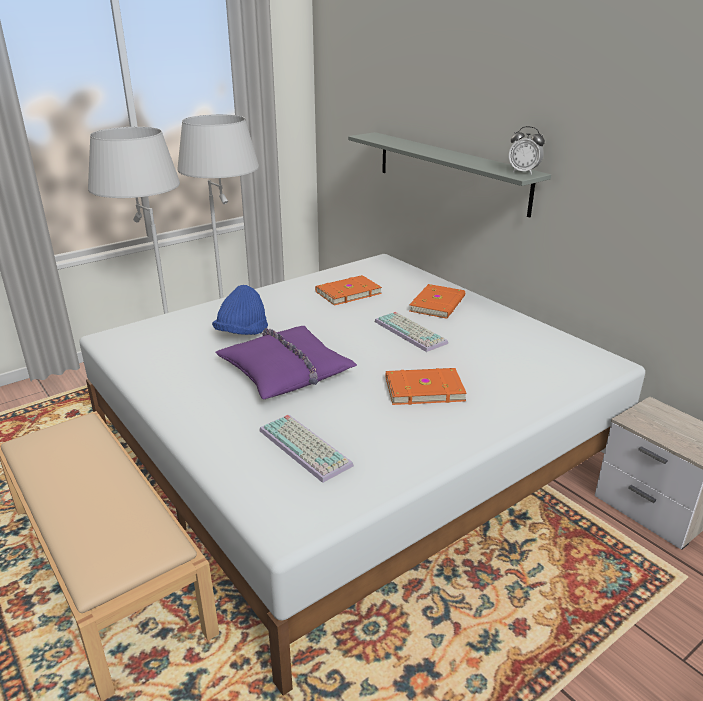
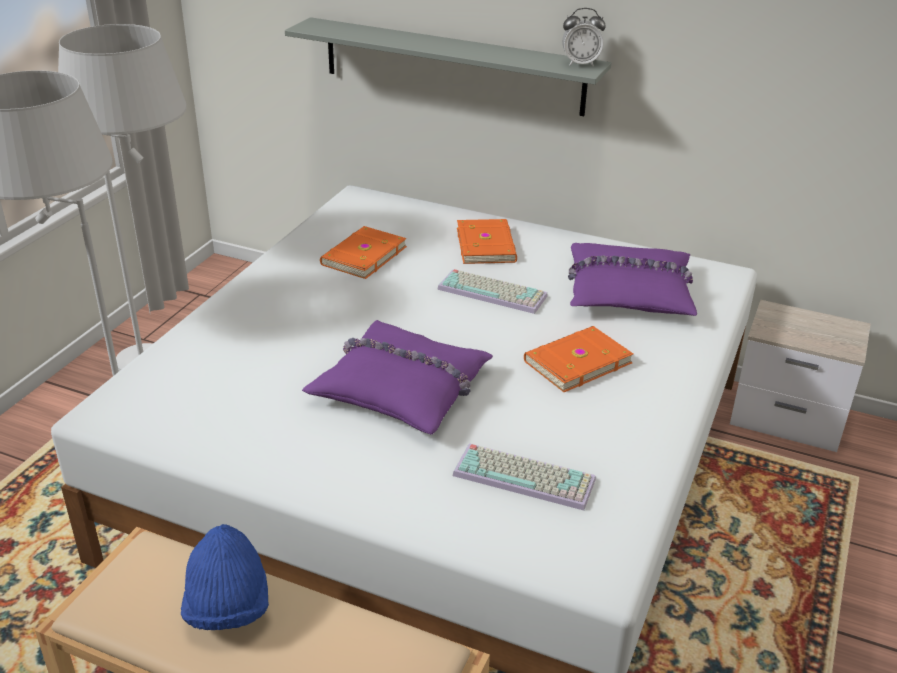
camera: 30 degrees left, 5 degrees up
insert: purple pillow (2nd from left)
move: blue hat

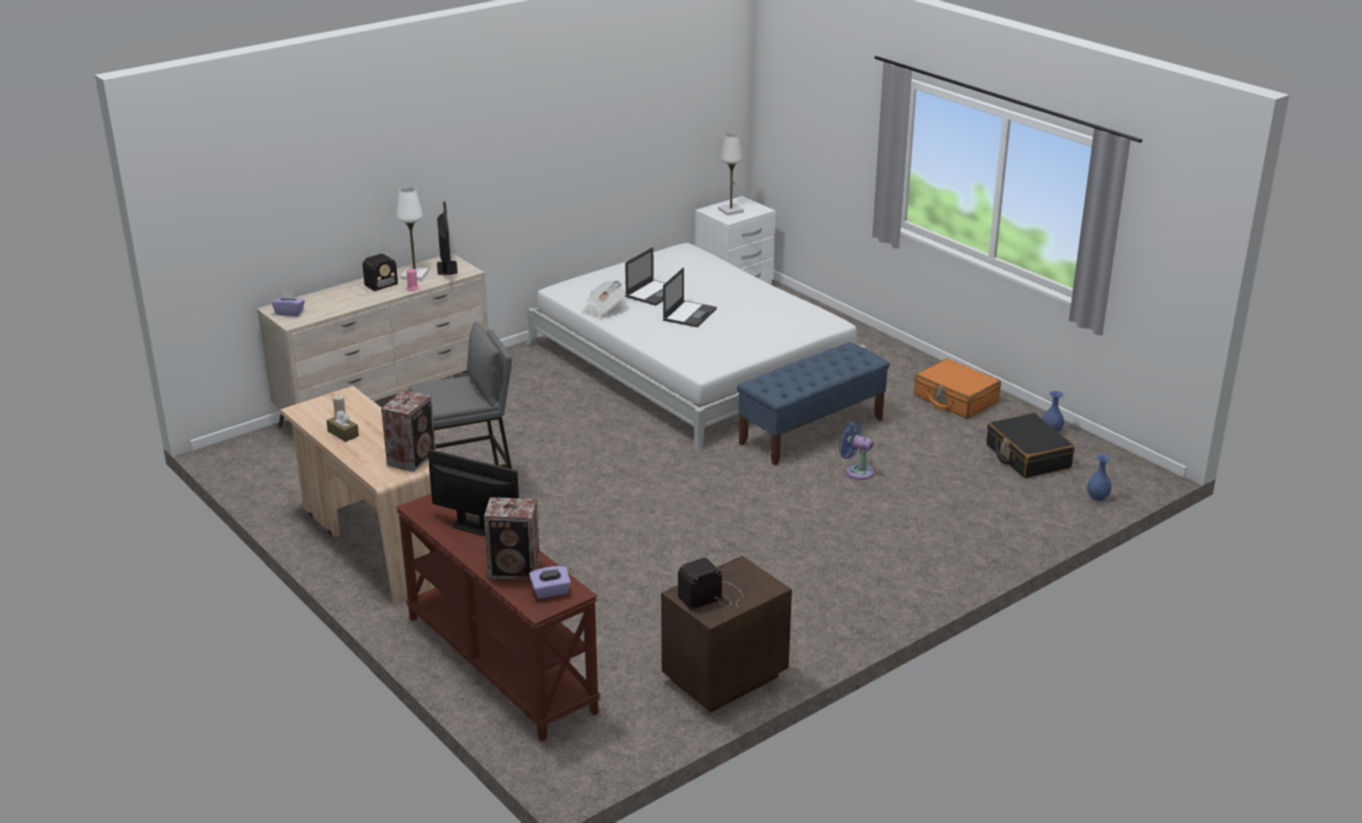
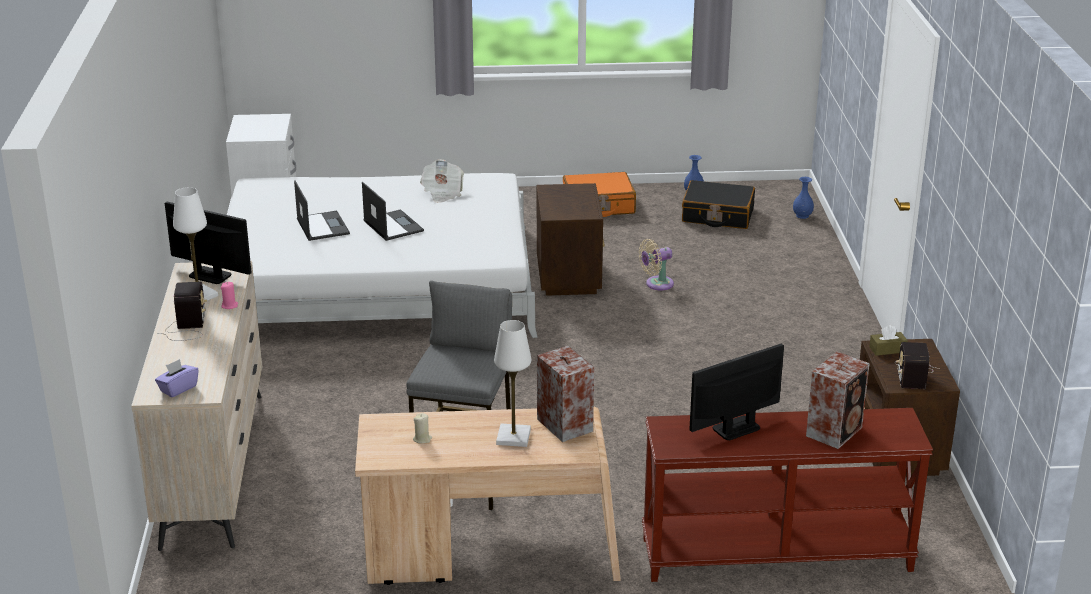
camera: 55 degrees left, 0 degrees up
delete: purple tissue box (2nd from left)
move: white table lamp (2nd from left); newspaper; brown tissue box
replace: blue bench to brown nightstand (1st from left)
recolor: blue fan to beige fan

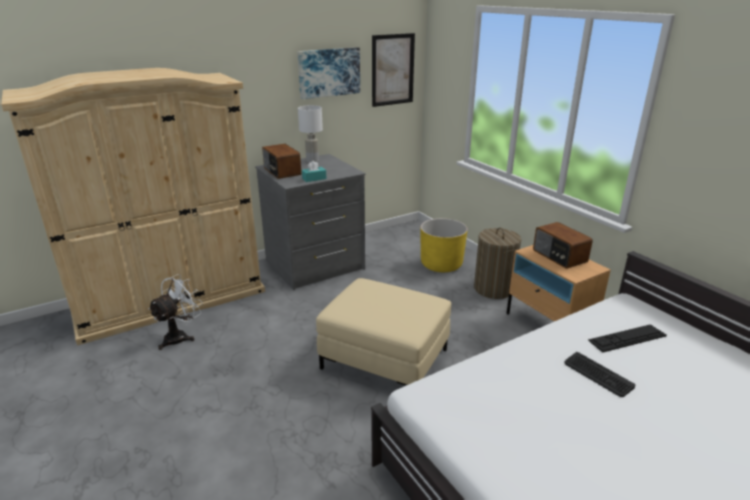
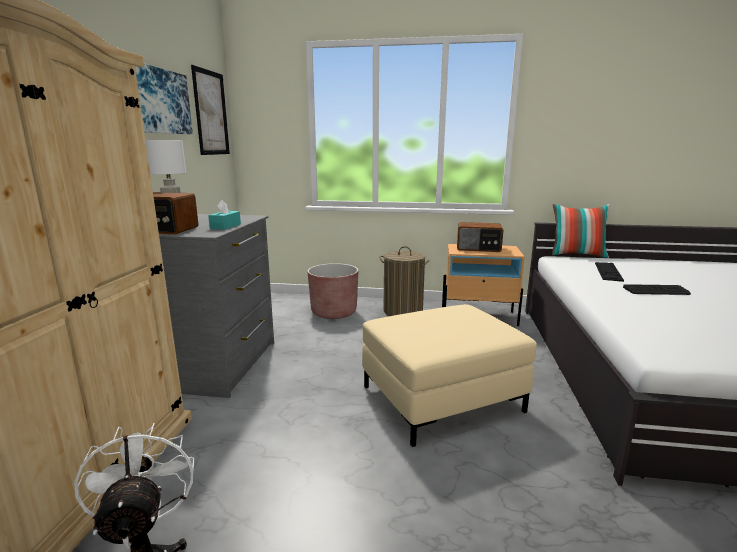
camera: 50 degrees left, 10 degrees down
insert: pillow
recolor: yellow planter to brown planter

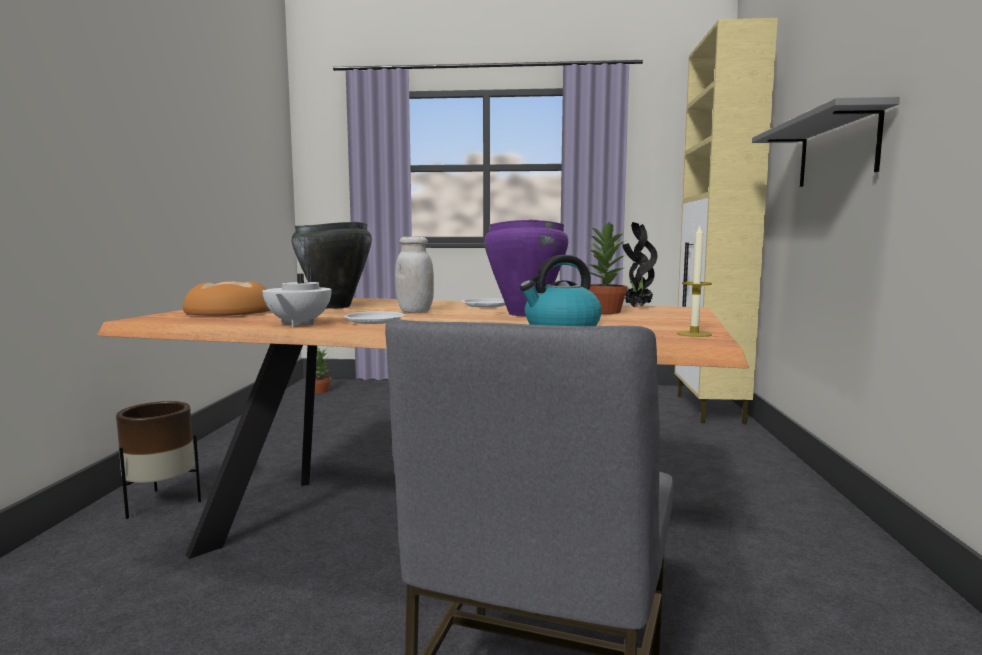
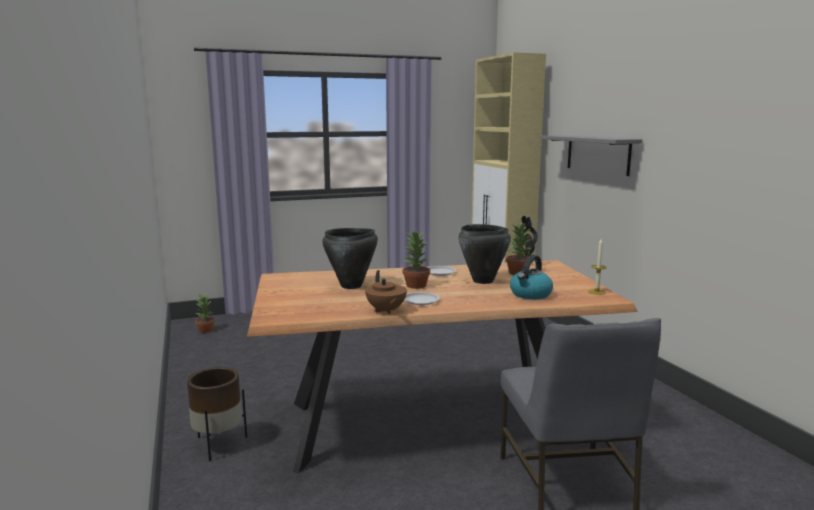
camera: 25 degrees left, 5 degrees up
delete: bread
replace: white jar to potted plant (2nd from left)
recolor: purple cooking pot to black cooking pot (2nd from left); white teapot to brown teapot

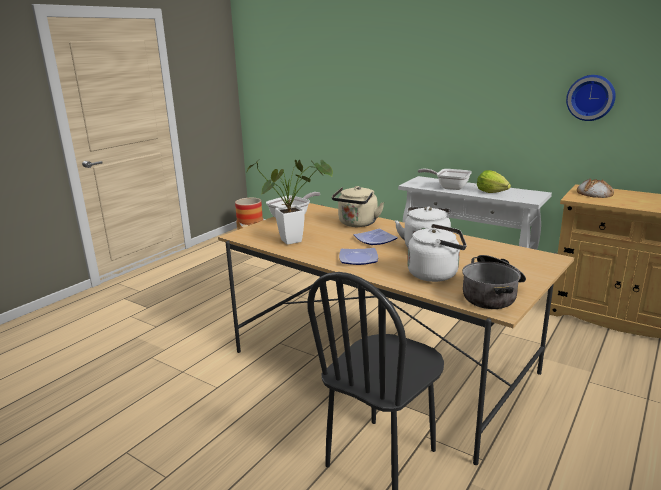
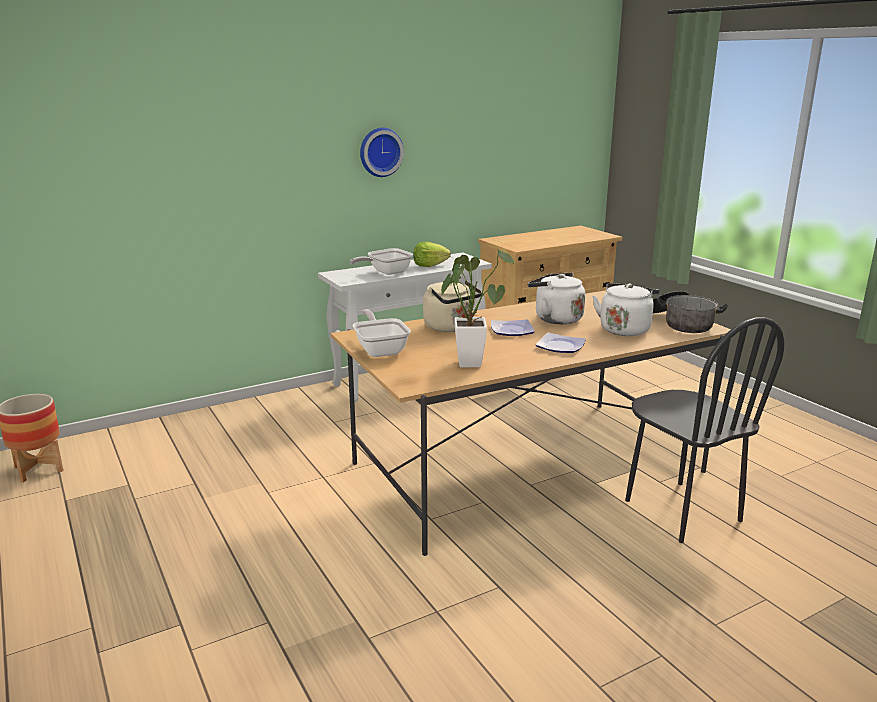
camera: 65 degrees left, 0 degrees up
delete: bread
move: wall clock

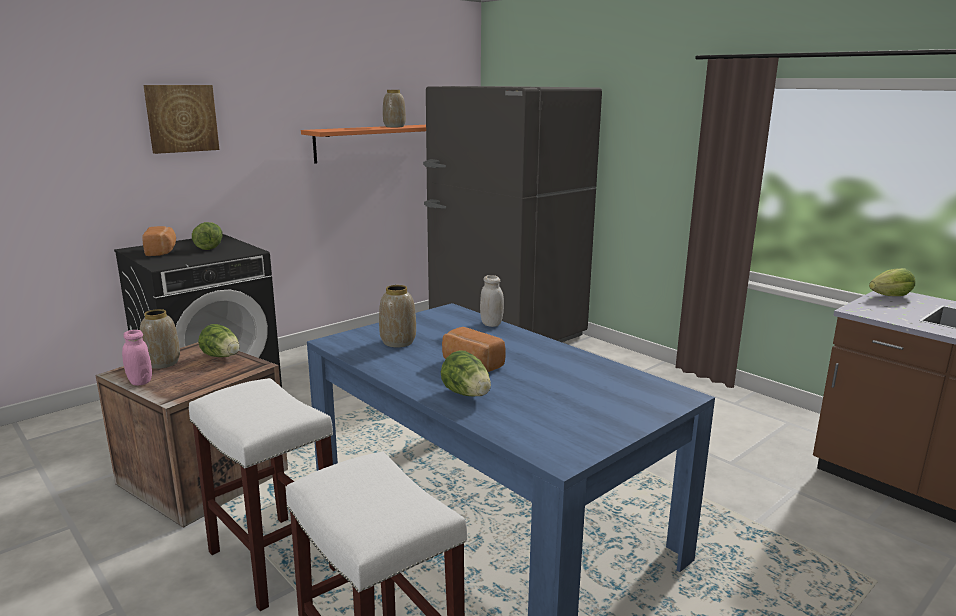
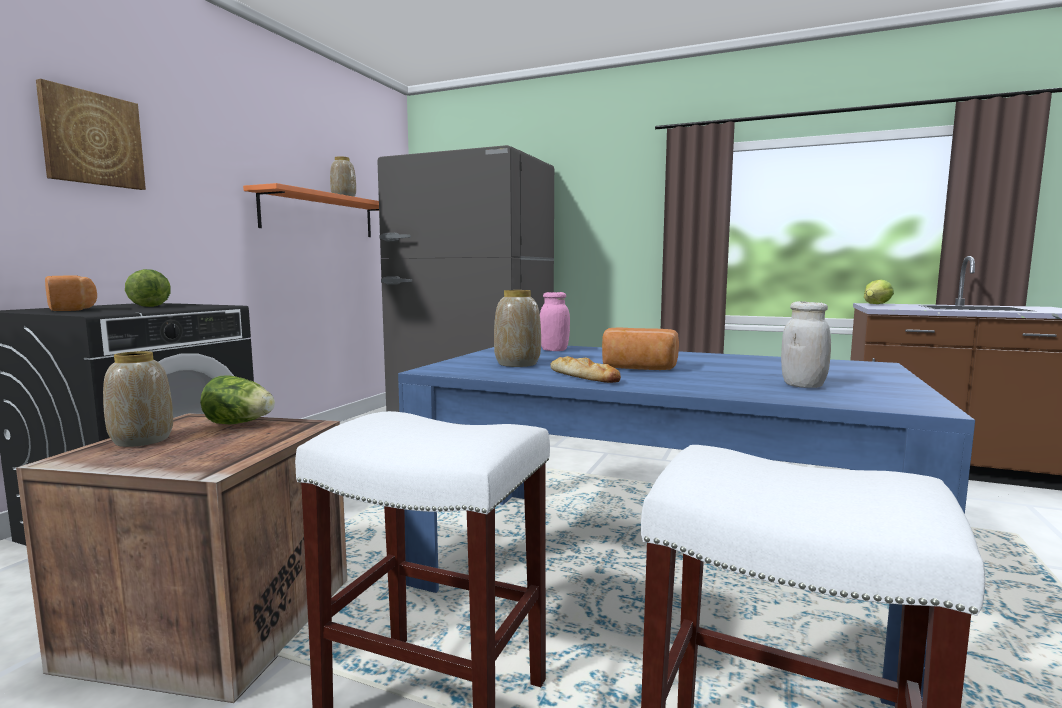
camera: 25 degrees left, 10 degrees down
delete: lettuce (3rd from left)
insert: bread (2nd from left)
move: white jar; pink jar

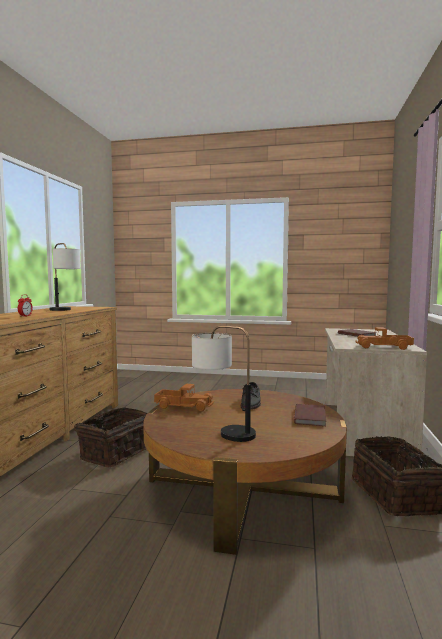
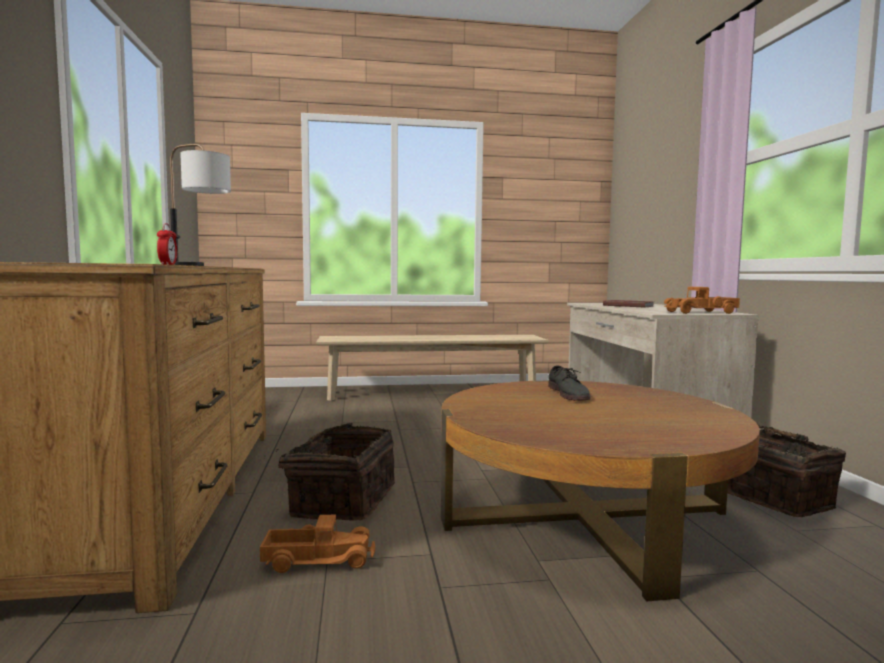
camera: 20 degrees left, 0 degrees up
delete: table lamp (2nd from left); brown book (1st from left)
insert: beige bench
move: toy truck (1st from left)

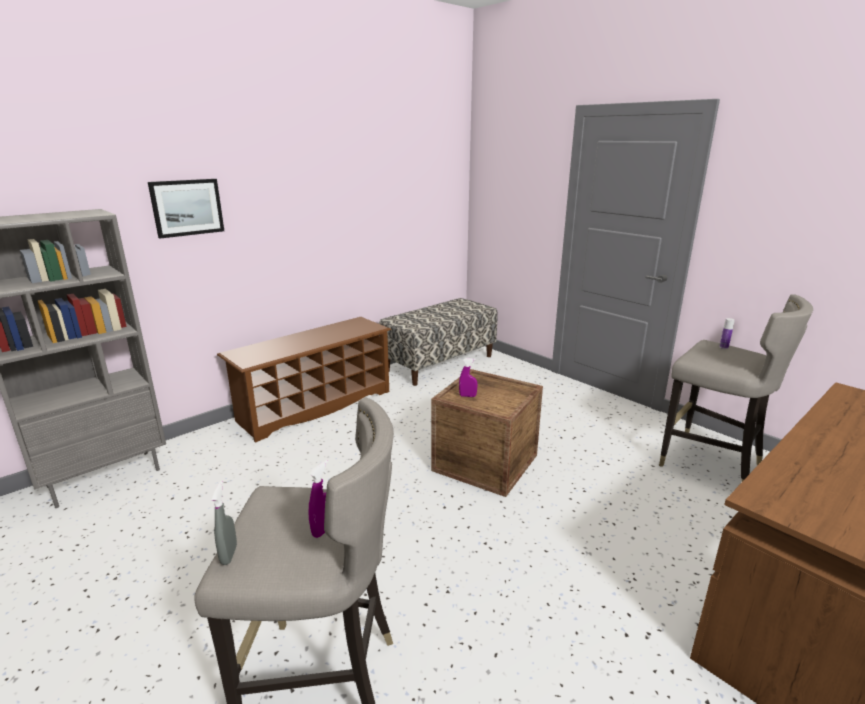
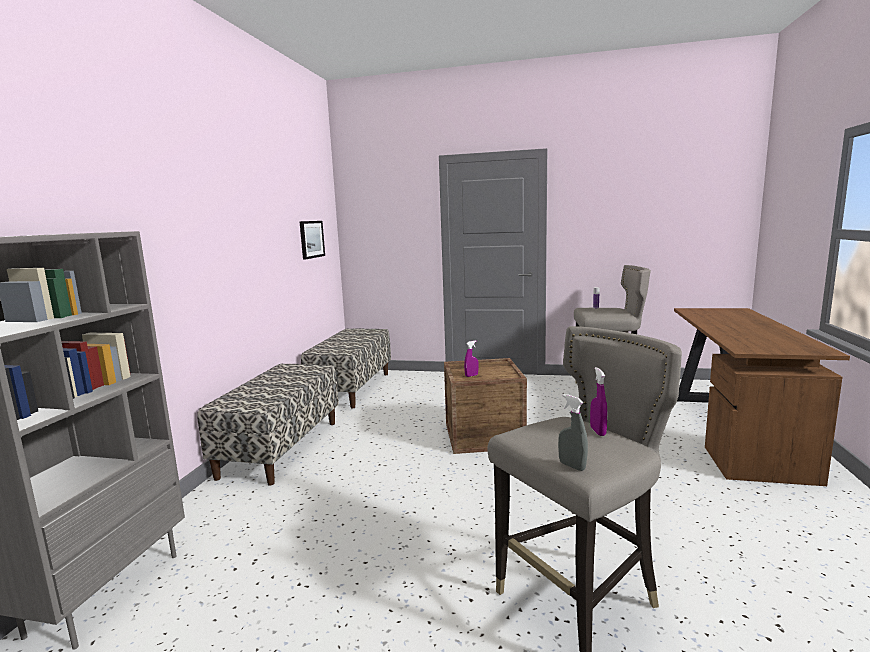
camera: 35 degrees left, 10 degrees down
move: picture
replace: brown shoe rack to bench (1st from left)

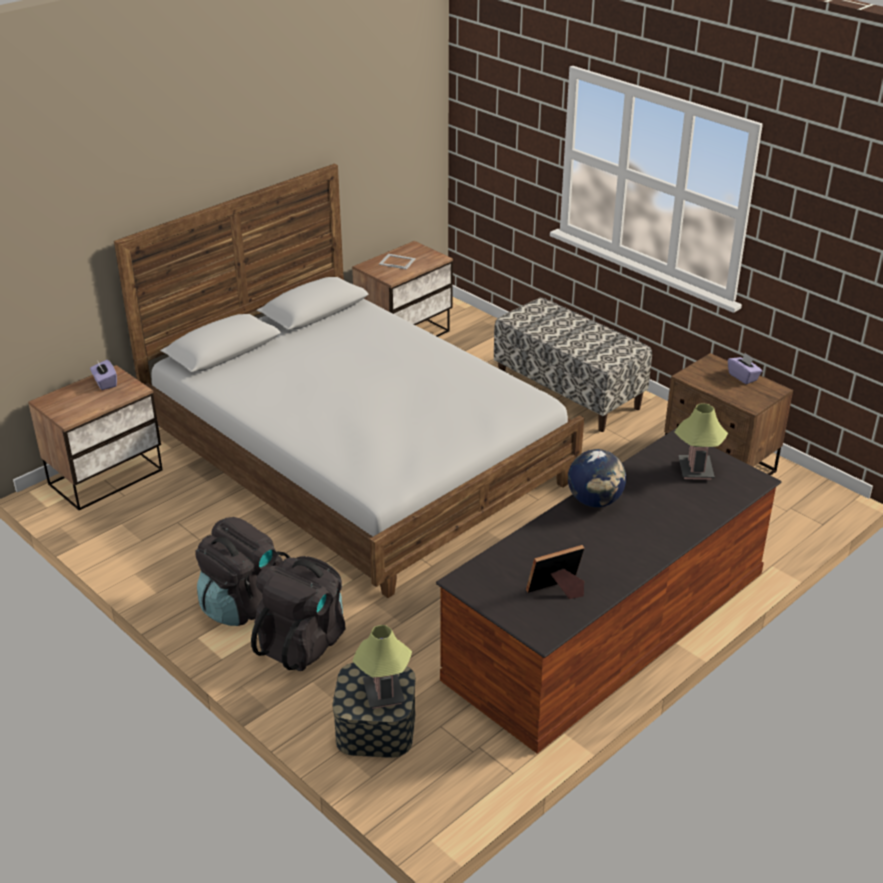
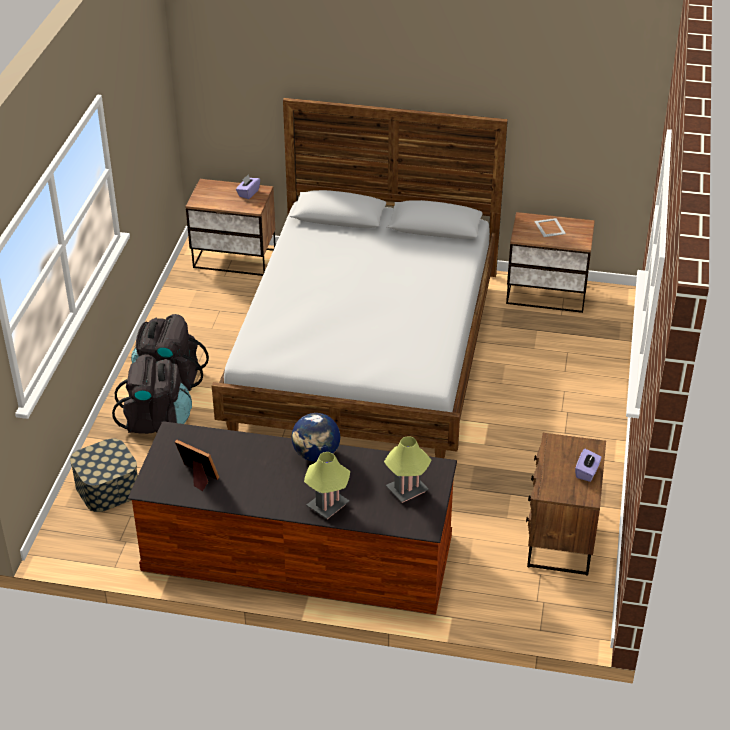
camera: 55 degrees right, 5 degrees up
delete: bench
move: table lamp (1st from left)

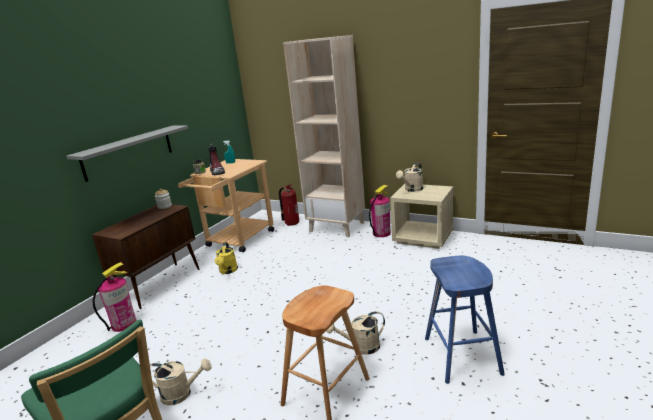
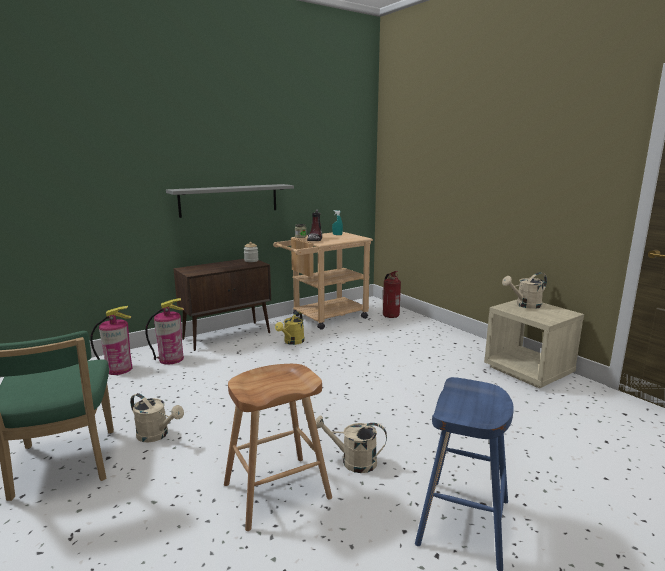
camera: 25 degrees right, 5 degrees down
delete: beige bookcase
move: fire extinguisher (3rd from left in the first image) to fire extinguisher (1st from left)

